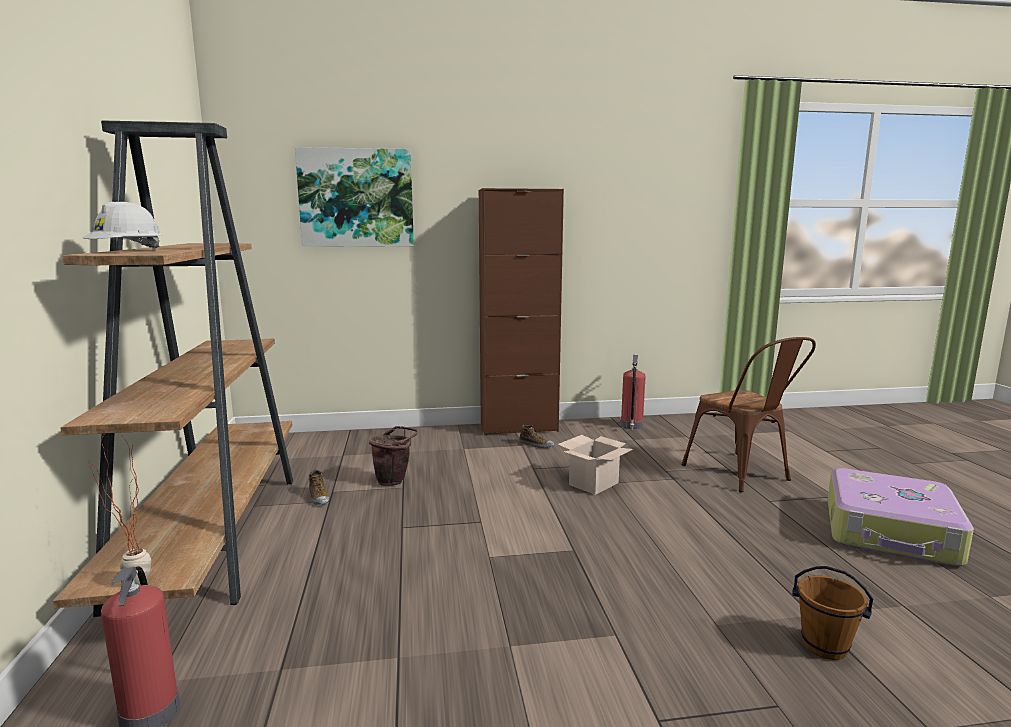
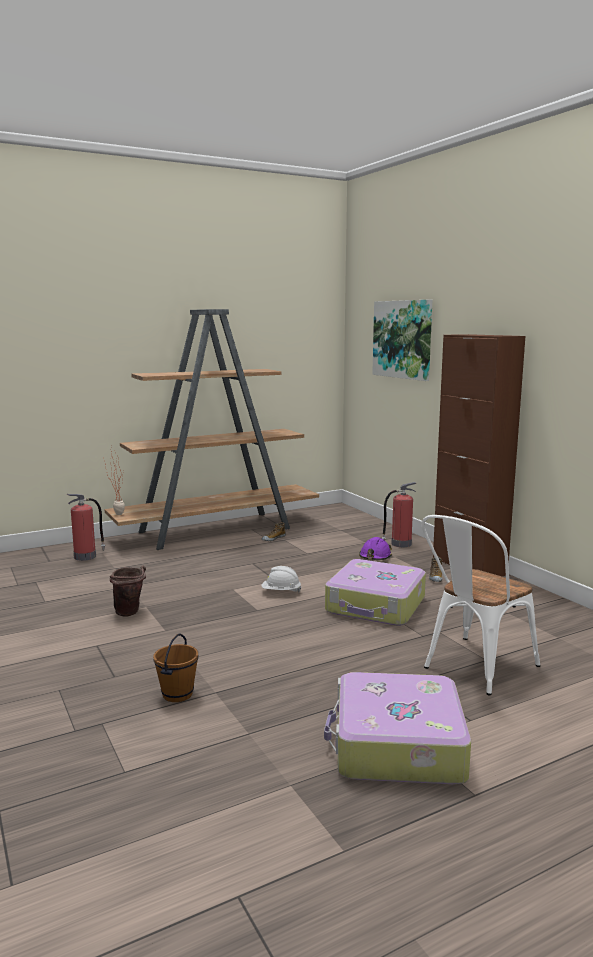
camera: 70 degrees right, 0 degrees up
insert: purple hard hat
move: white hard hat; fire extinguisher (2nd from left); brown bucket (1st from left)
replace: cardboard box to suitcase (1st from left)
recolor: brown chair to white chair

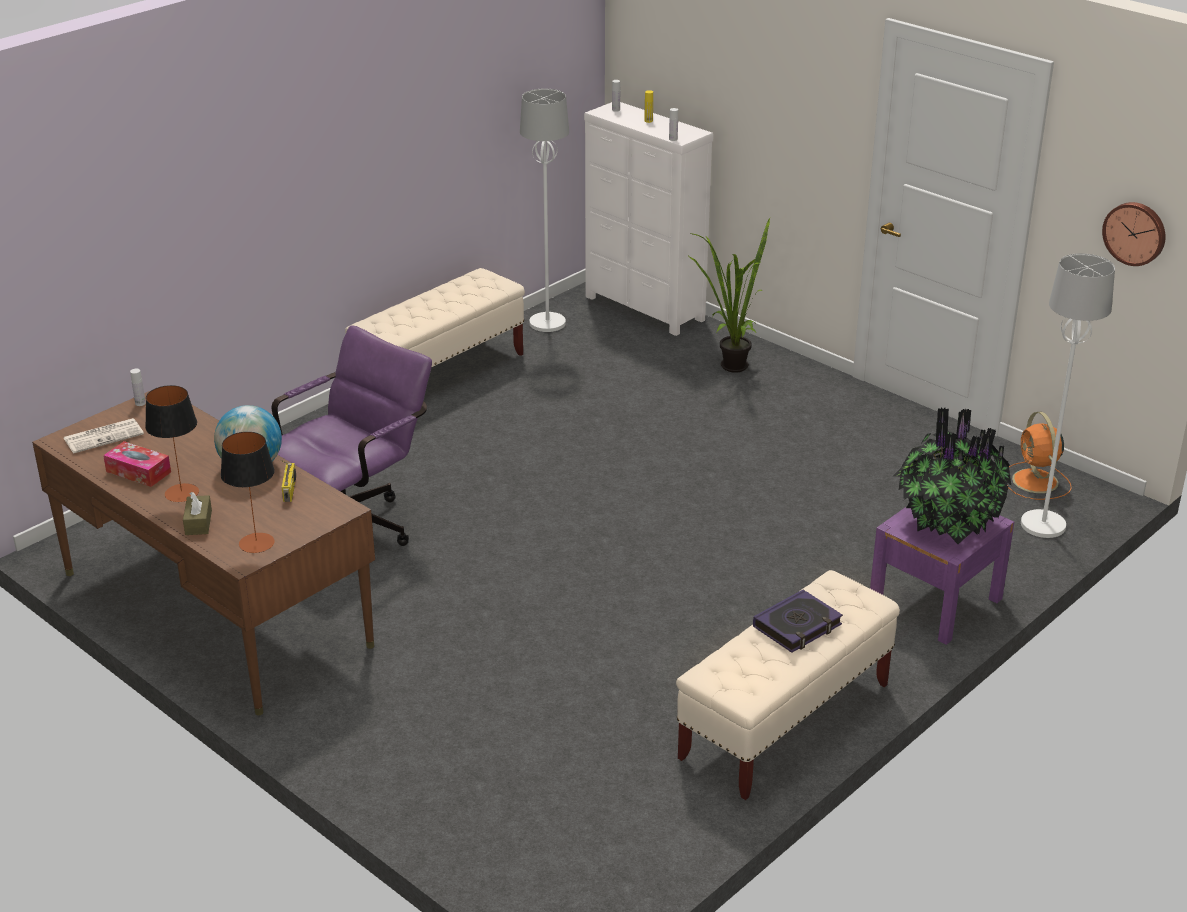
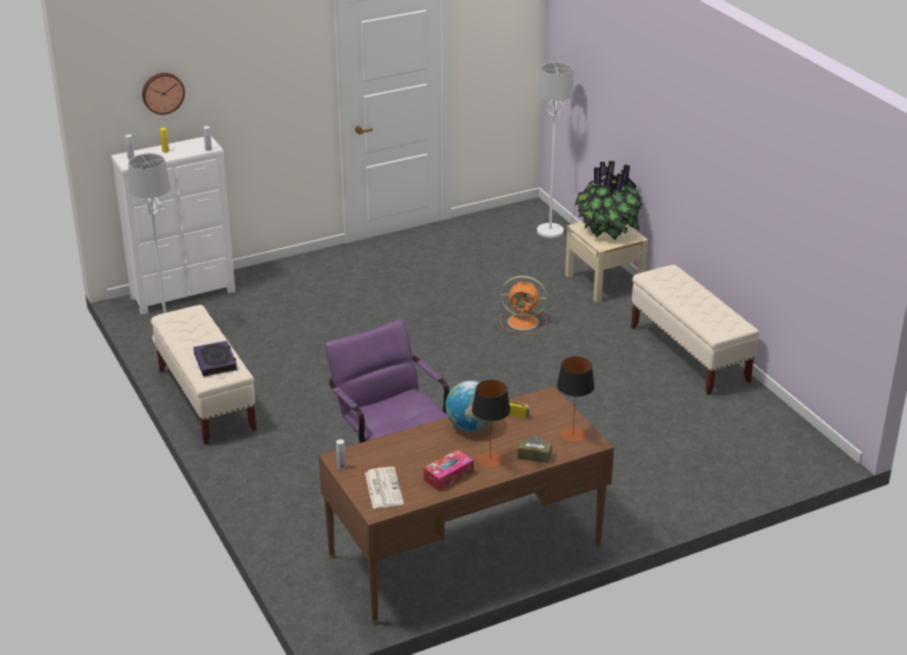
camera: 70 degrees left, 0 degrees up
delete: potted plant (1st from left)
move: wall clock; orange fan; book
recolor: purple nightstand to beige nightstand

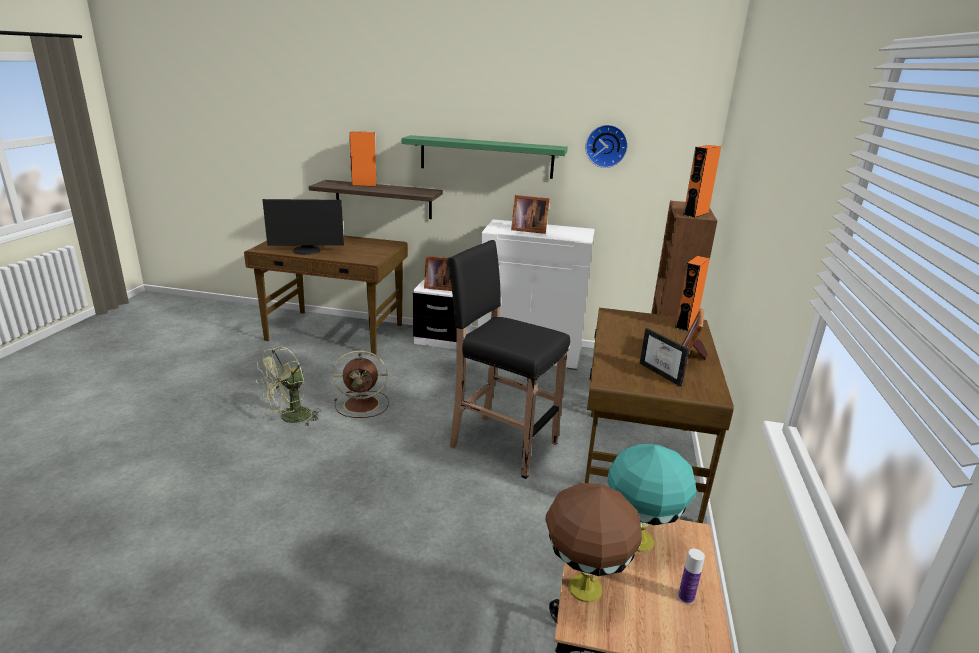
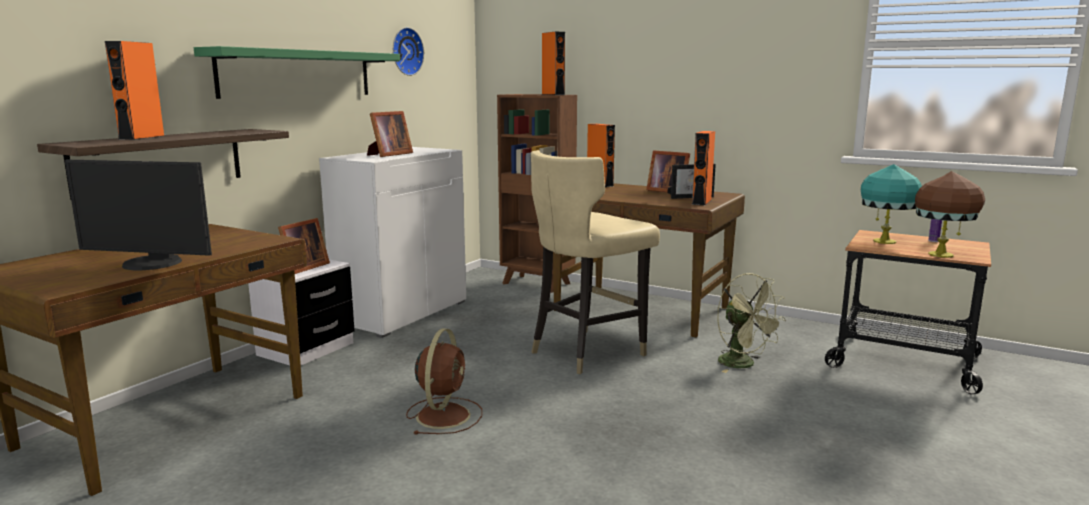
camera: 70 degrees left, 10 degrees down
insert: orange speaker (4th from left)
move: green fan
replace: black stool to beige chair
rotate: monitor 90 degrees clockwise

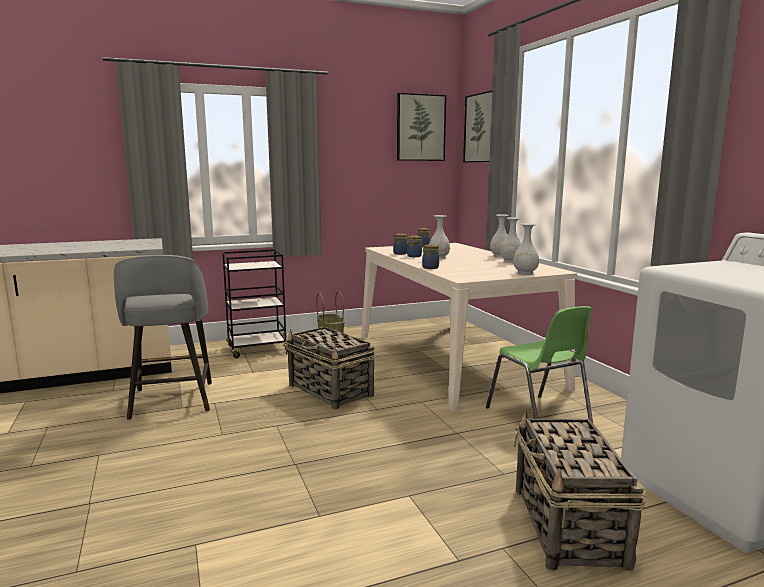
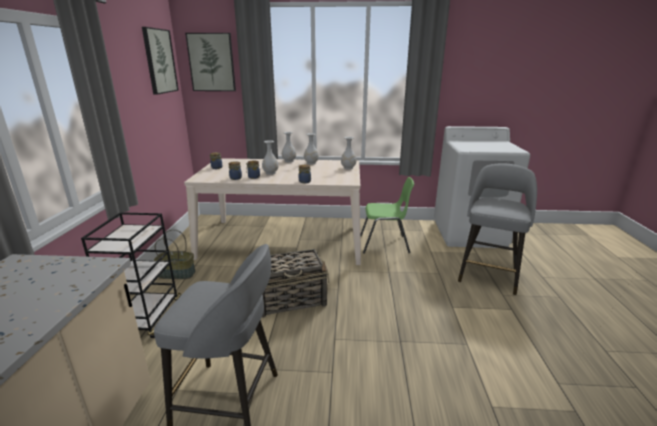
camera: 65 degrees left, 10 degrees up
replace: basket (3rd from left) to grey stool (2nd from left)

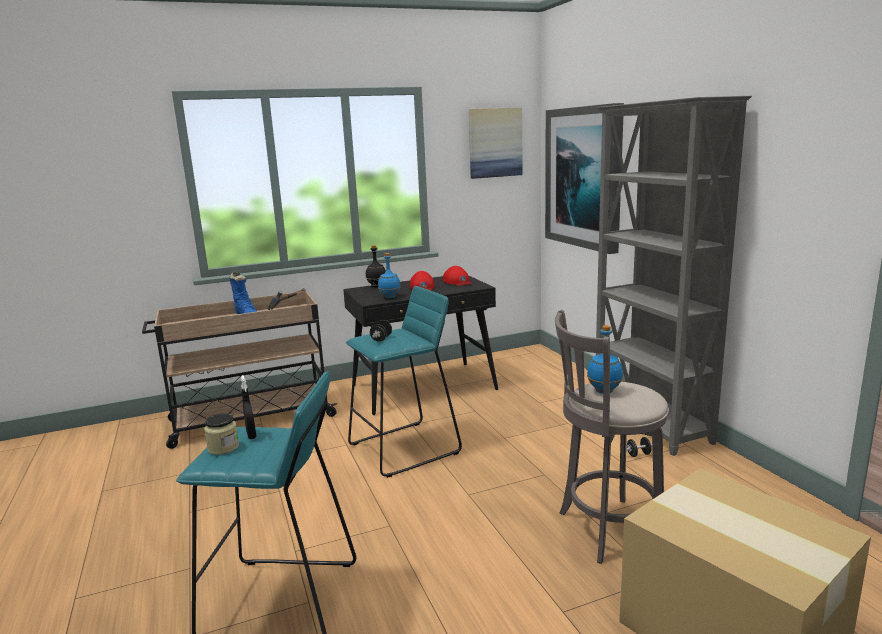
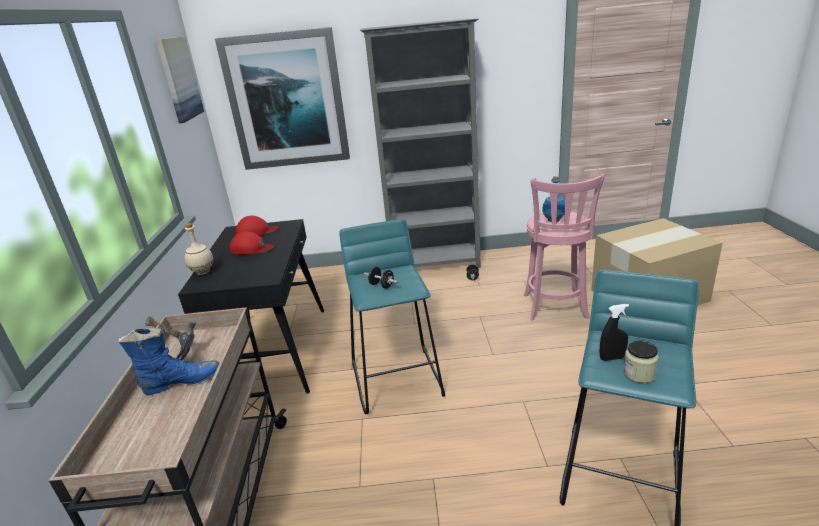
camera: 70 degrees left, 10 degrees up
delete: blue bottle (1st from left)
recolor: black bottle to beige bottle; grey stool to pink stool

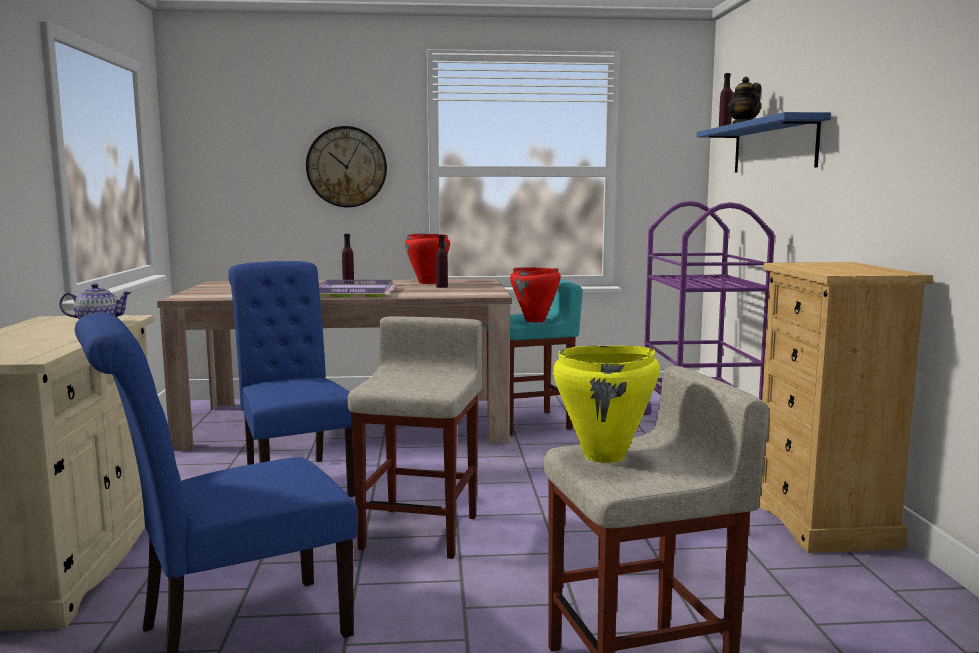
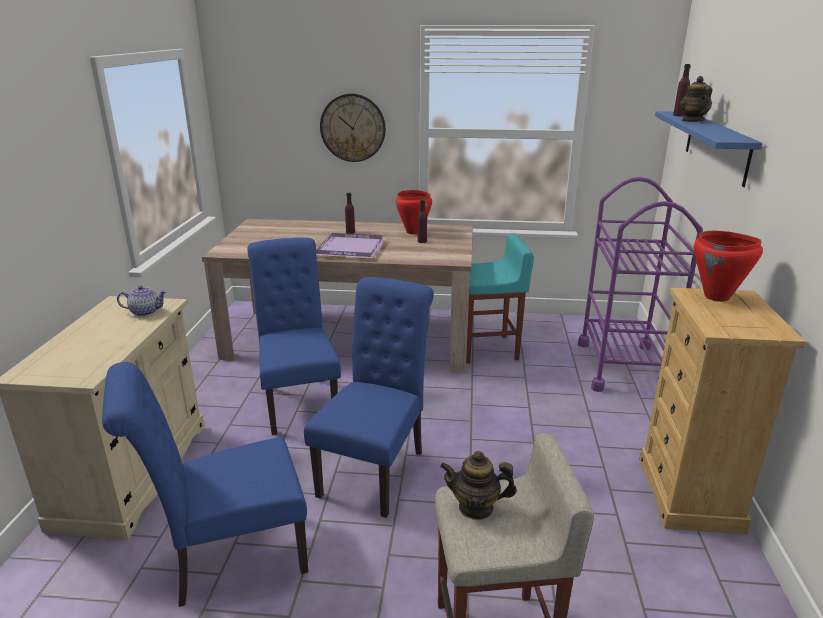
camera: 10 degrees right, 15 degrees up
move: red cooking pot (2nd from left)
replace: beige stool (1st from left) to blue chair (3rd from left); yellow cooking pot to teapot (2nd from left)

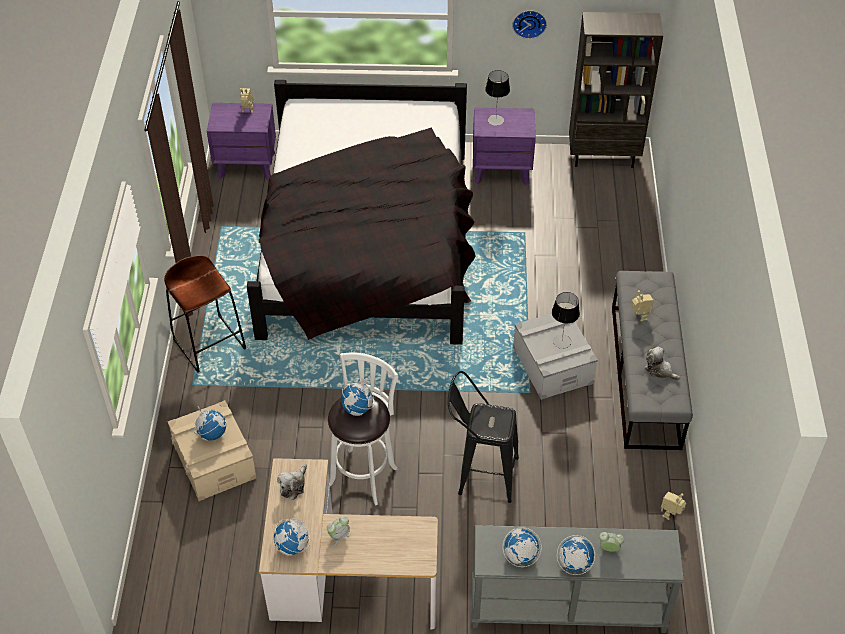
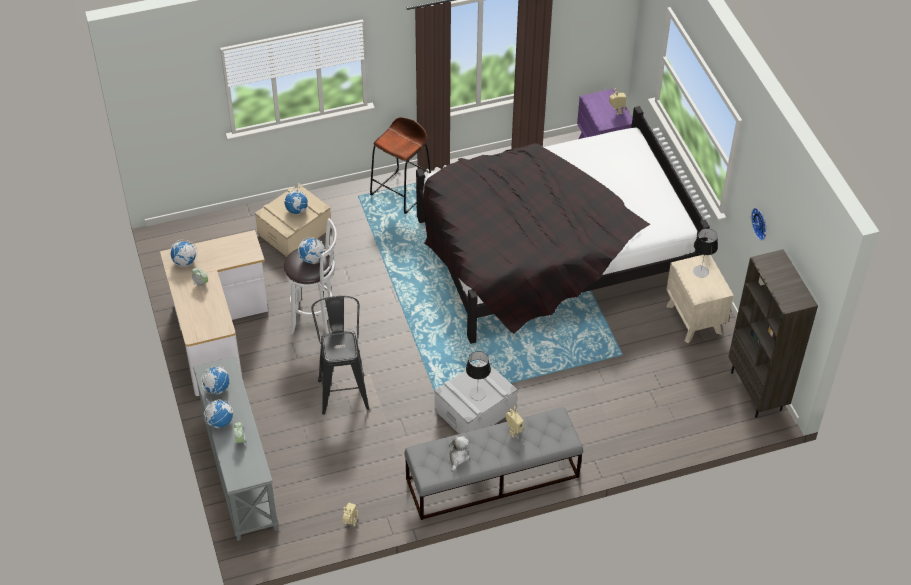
camera: 70 degrees right, 0 degrees up
delete: plush toy (1st from left)
recolor: purple nightstand (2nd from left) to beige nightstand

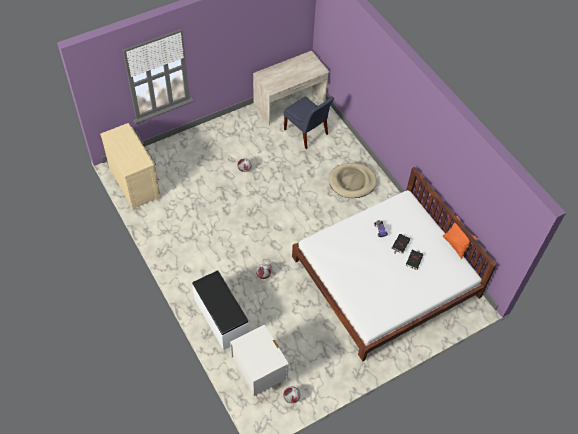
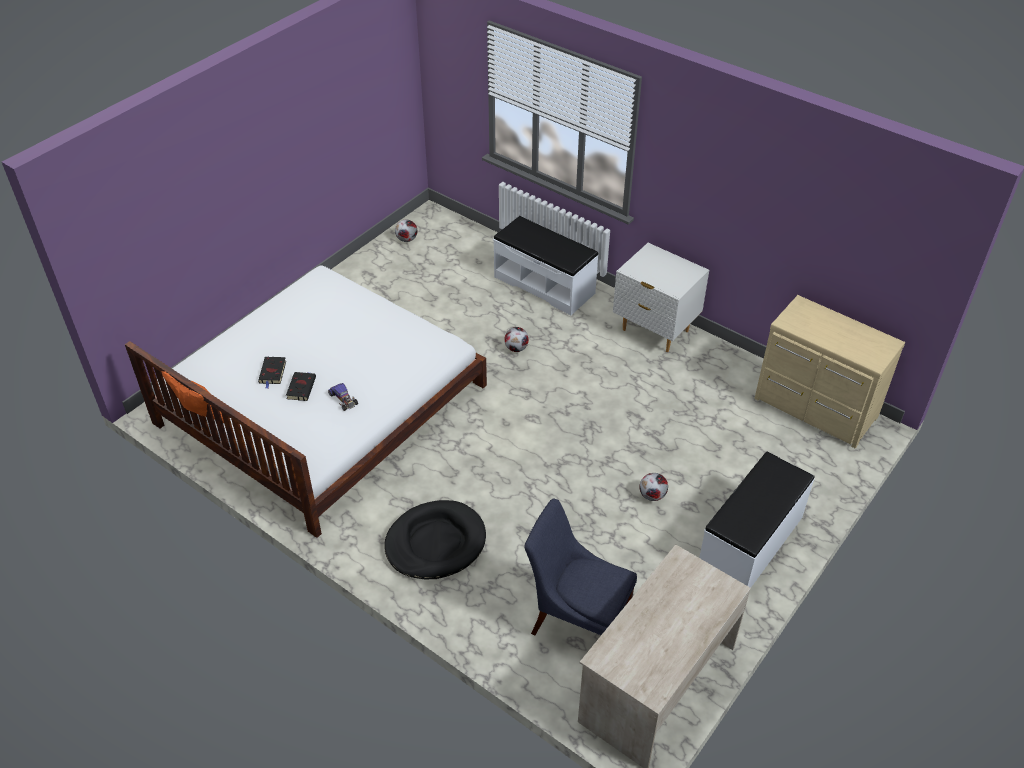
camera: 160 degrees right, 10 degrees down
insert: white bench (2nd from left)
move: white nightstand
recolor: beige dog bed to black dog bed

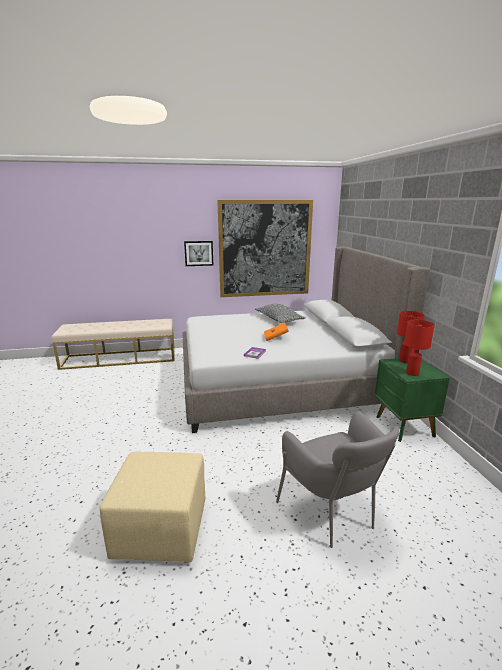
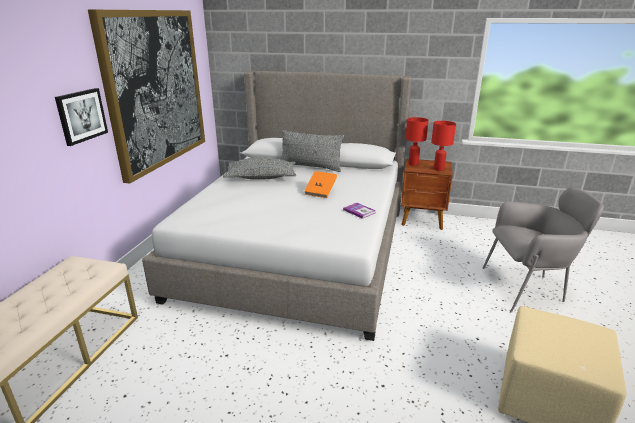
camera: 65 degrees left, 5 degrees up
insert: grey pillow (2nd from left)
recolor: green nightstand to brown nightstand

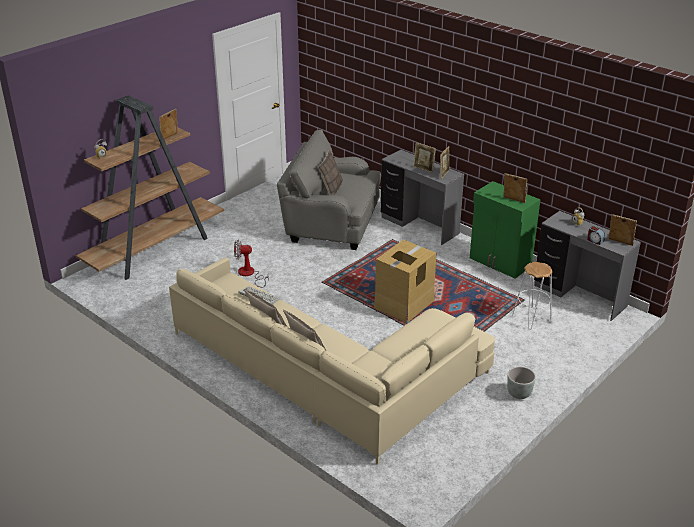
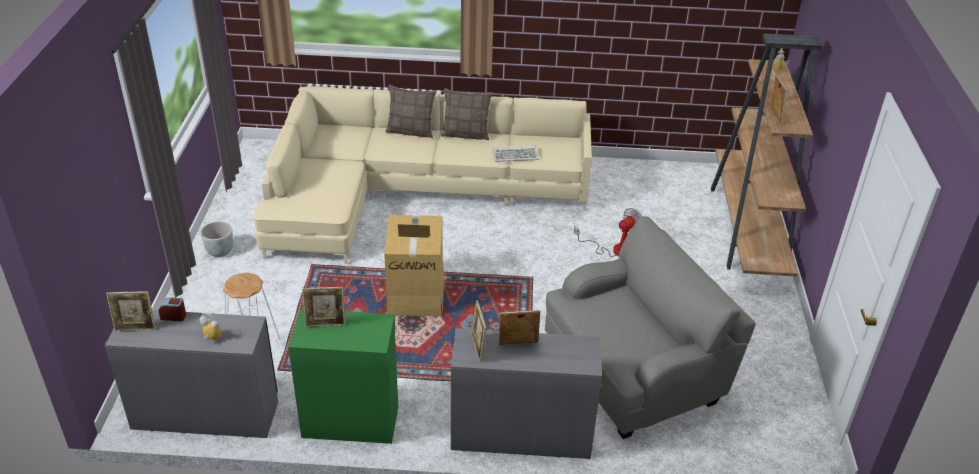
camera: 140 degrees right, 5 degrees up
delete: pillow (3rd from left)

